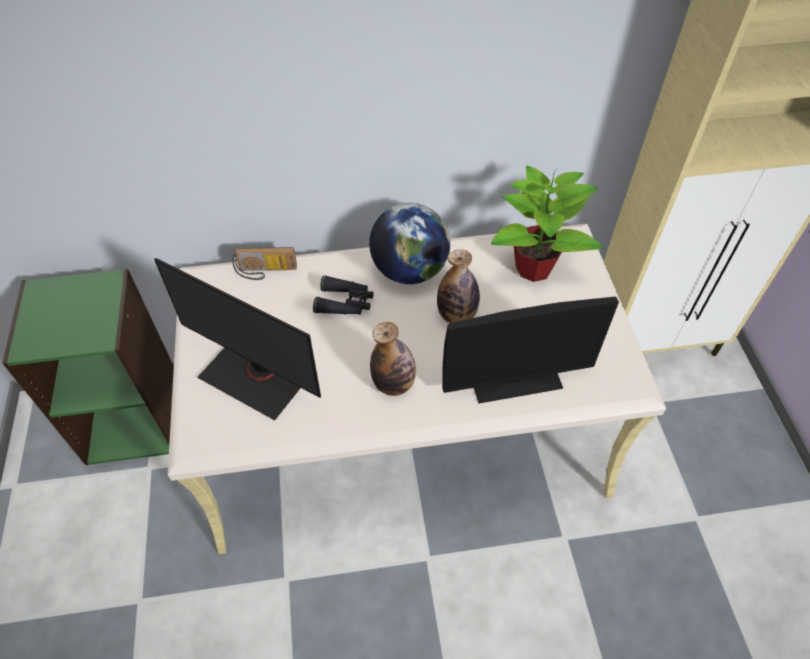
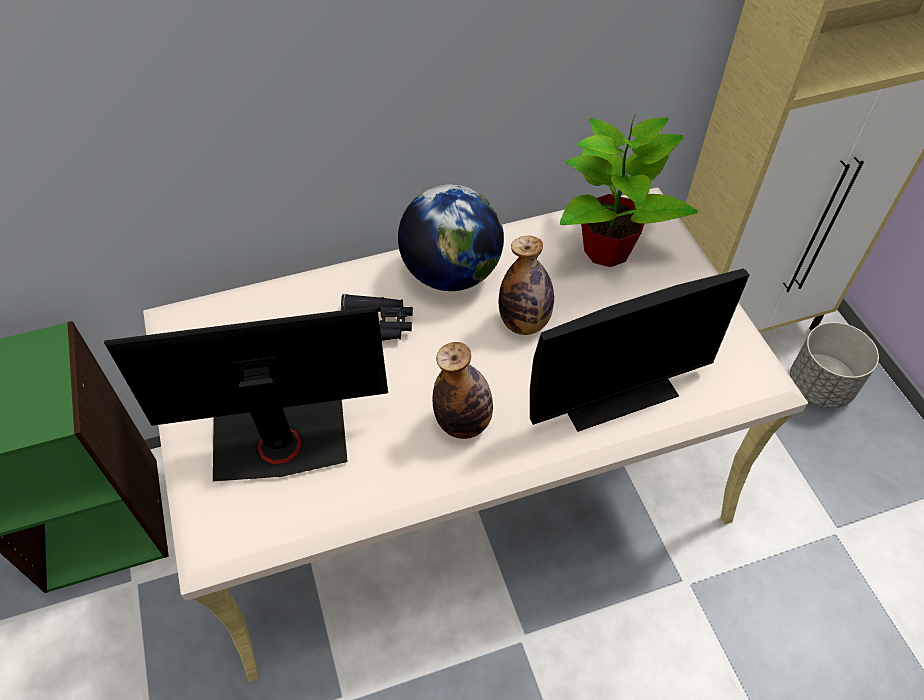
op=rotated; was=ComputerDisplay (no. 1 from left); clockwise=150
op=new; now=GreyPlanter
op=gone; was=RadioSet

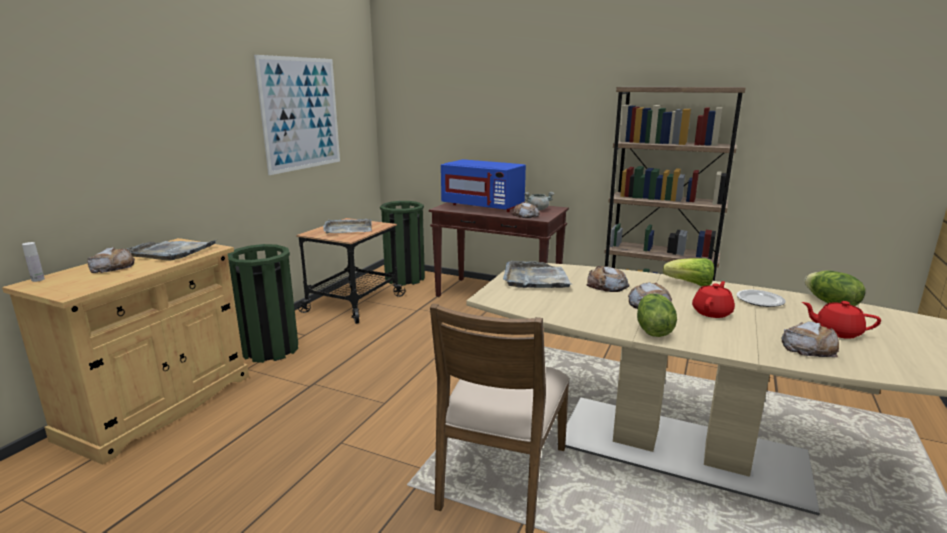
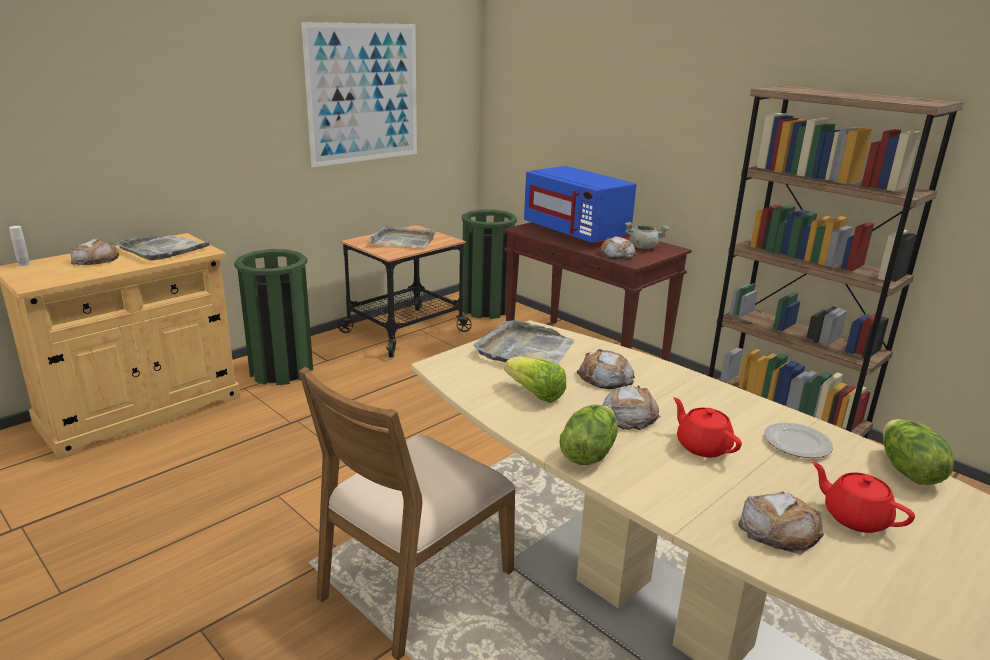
op=shifted; was=LettuceHead (no. 2 from left in the first image); now=LettuceHead (no. 1 from left)
op=rotated; was=RedColouredPotForTea (no. 1 from left); clockwise=-90

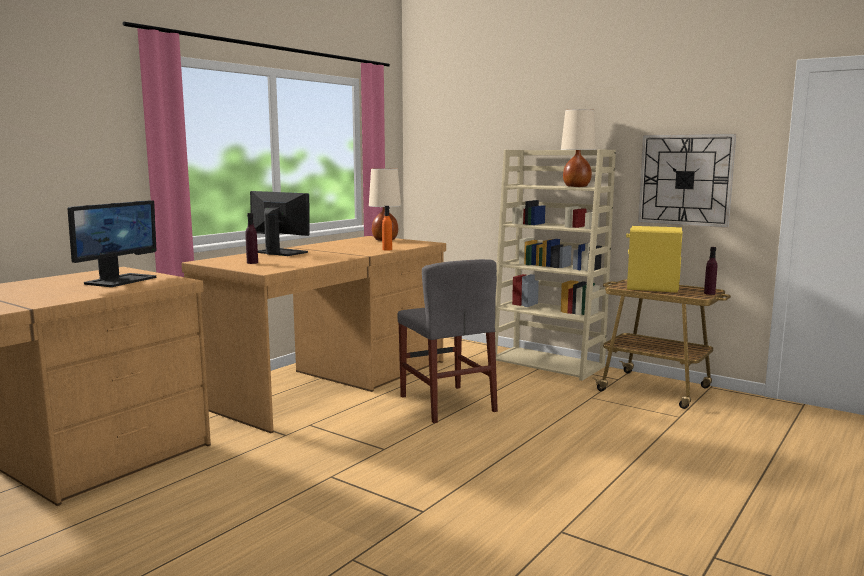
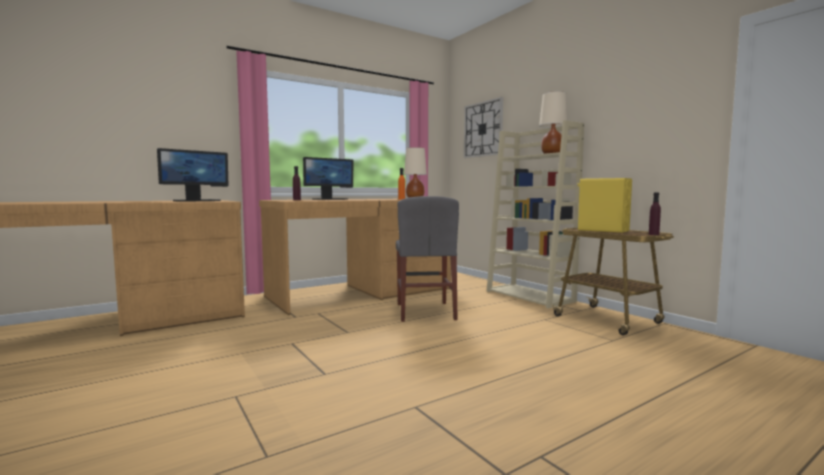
op=rotated; was=ComputerDisplay (no. 2 from left); clockwise=90
op=shifted; was=WallClock

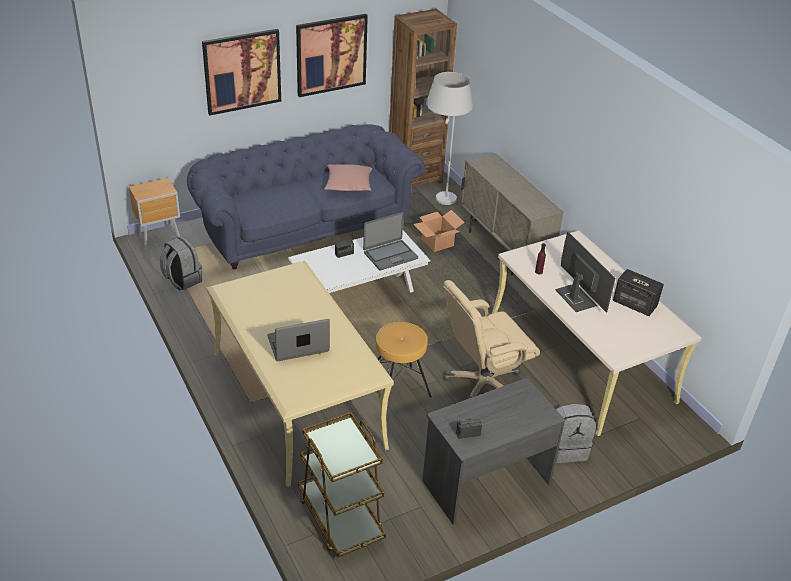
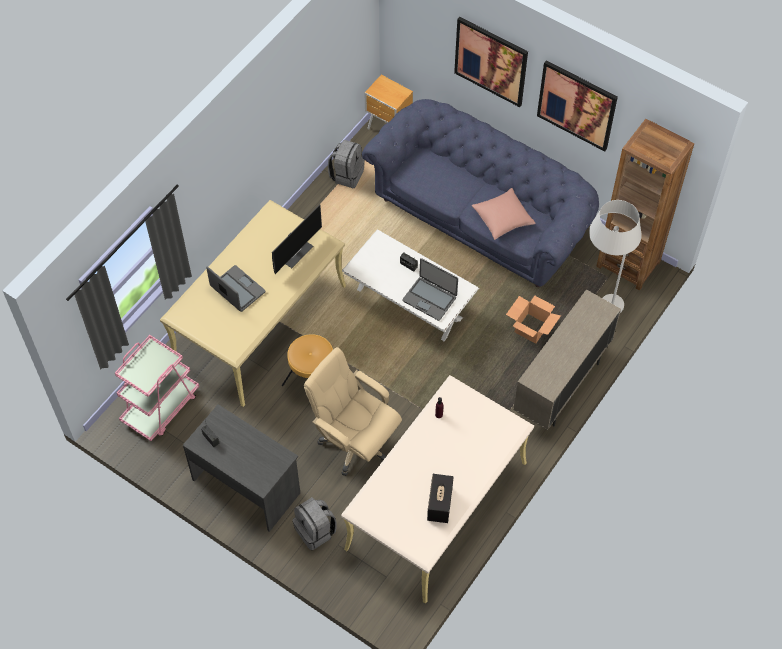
op=repainted; was=BrownWheeledCart; now=PinkColouredWheeledCart
op=shifted; was=ComputerDisplay

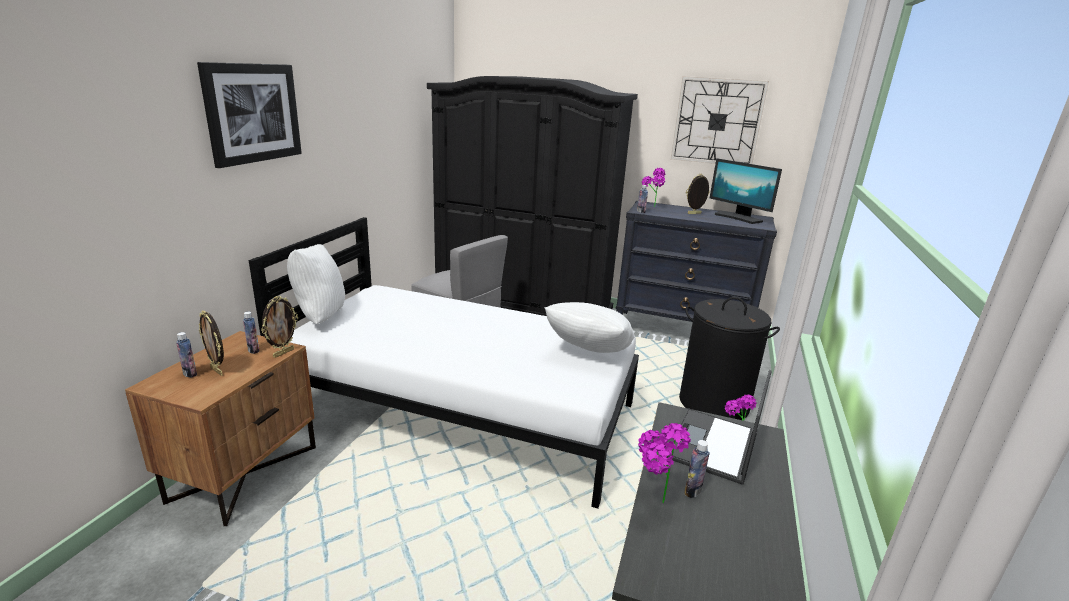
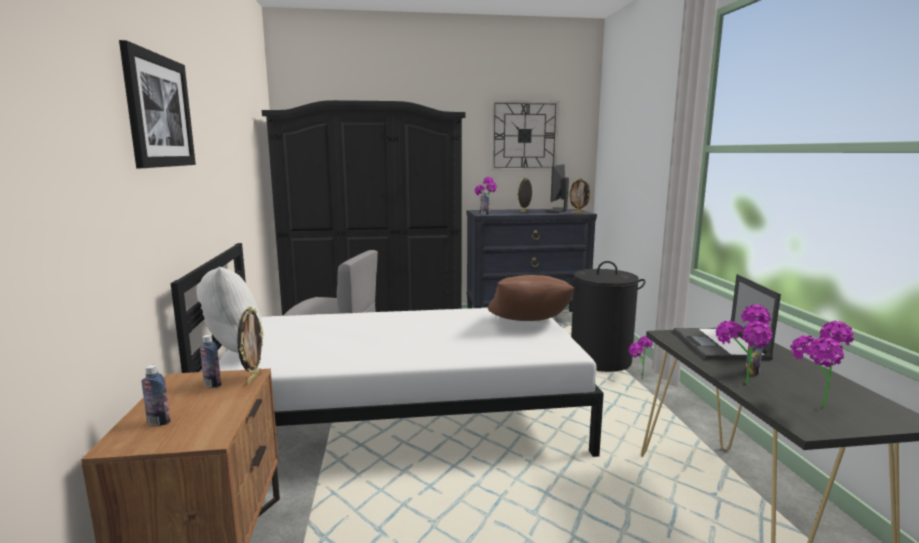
op=repainted; was=WhiteThrowPillow (no. 2 from left); now=BrownThrowPillow
op=rotated; was=ComputerDisplay; clockwise=90
op=shifted; was=PhotoFrame (no. 1 from left in the first image); now=PhotoFrame (no. 3 from left)
op=new; now=PottedPlant (no. 4 from left)

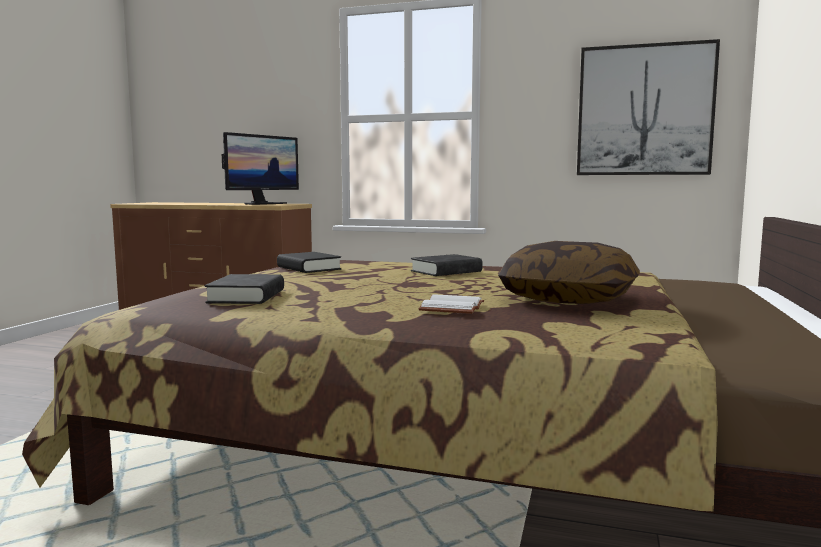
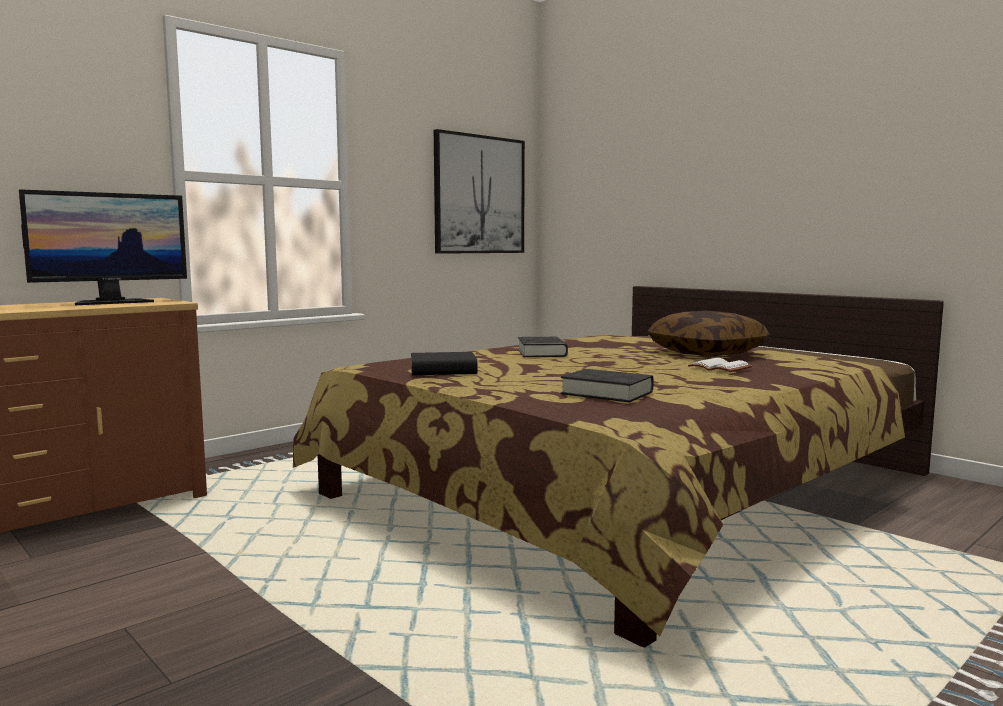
op=rotated; was=ComputerDisplay; clockwise=75

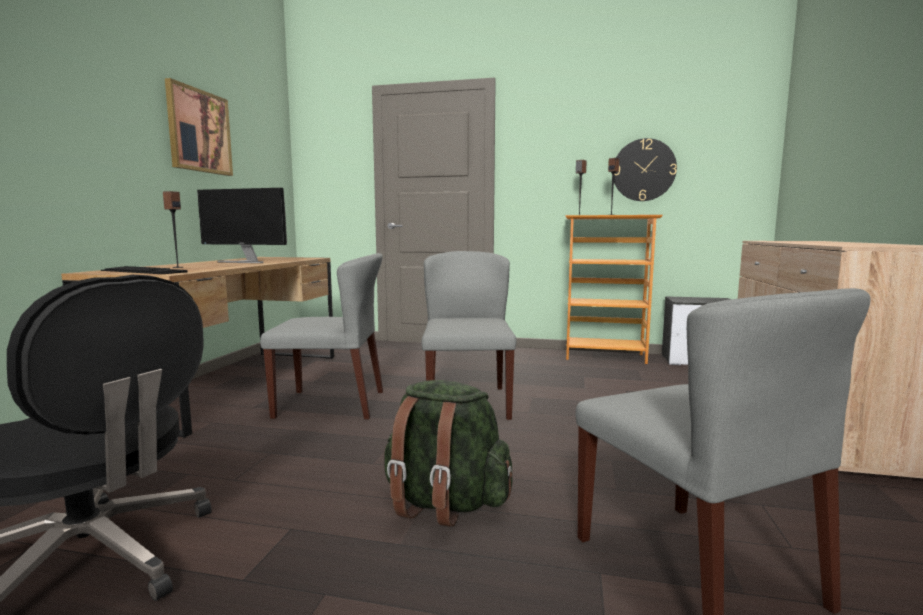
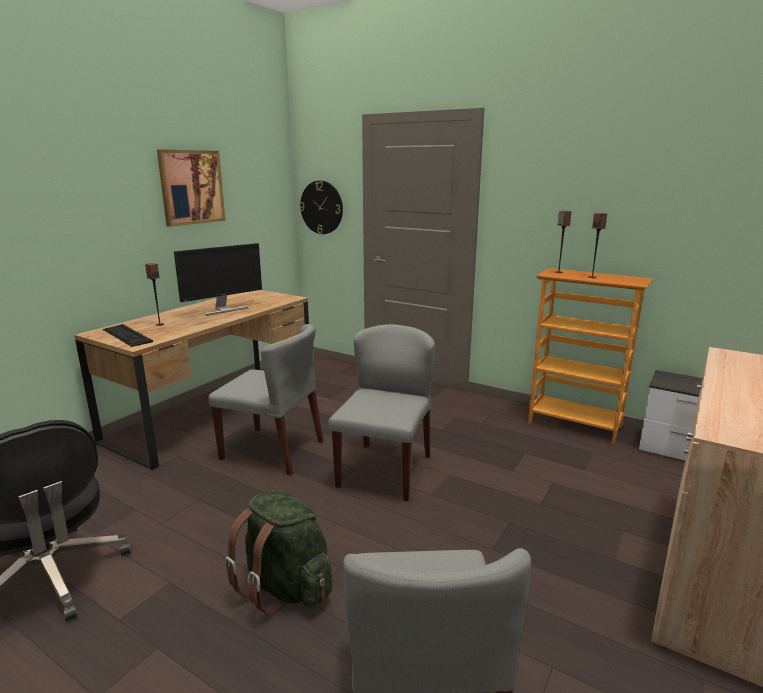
op=rotated; was=ComputerDisplay; clockwise=-75
op=shifted; was=WallClock

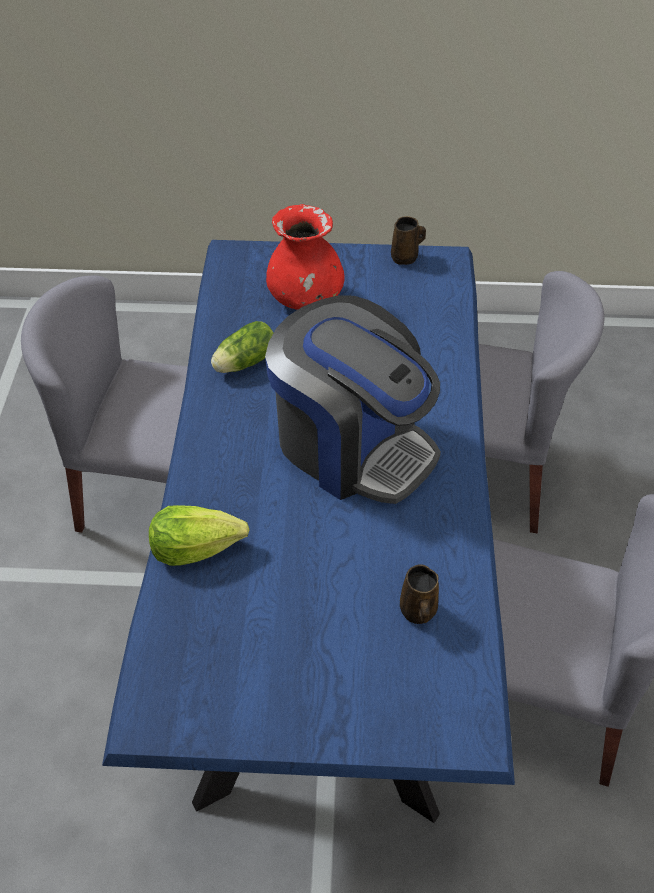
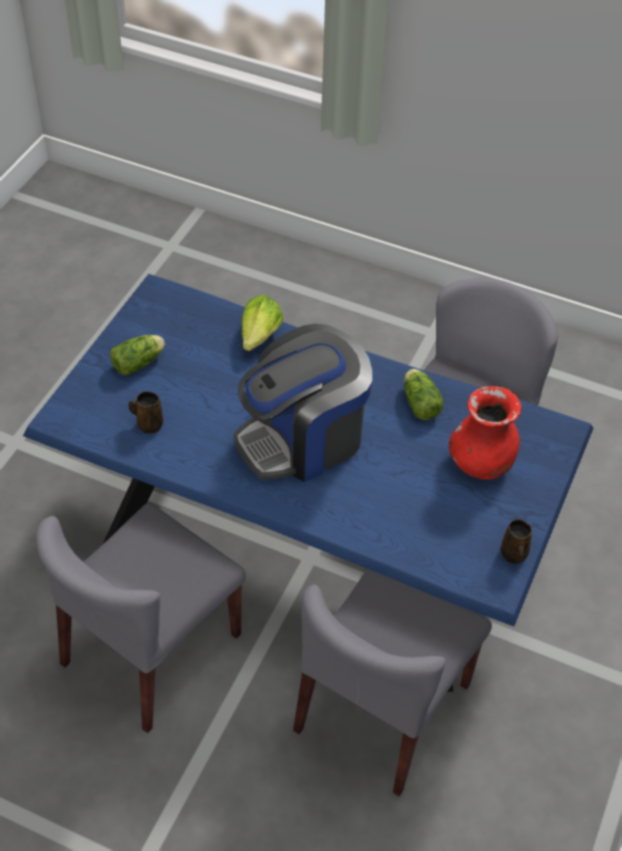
op=new; now=LettuceHead (no. 1 from left)

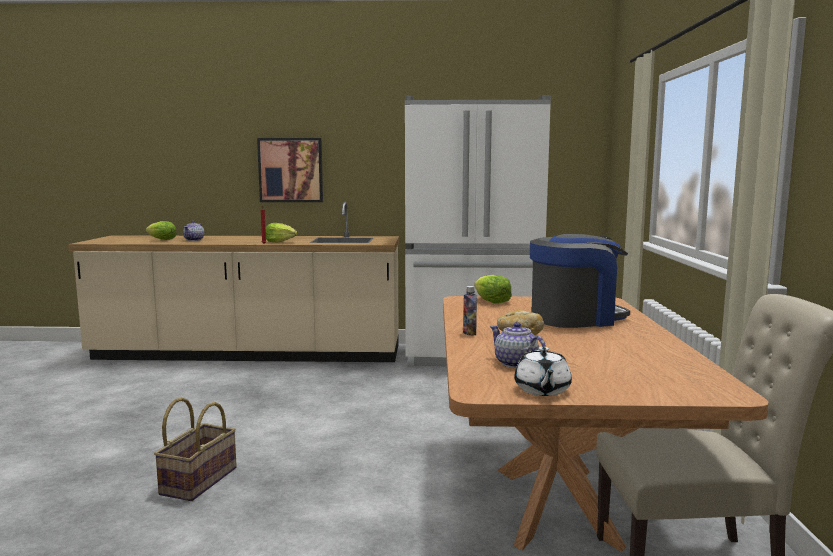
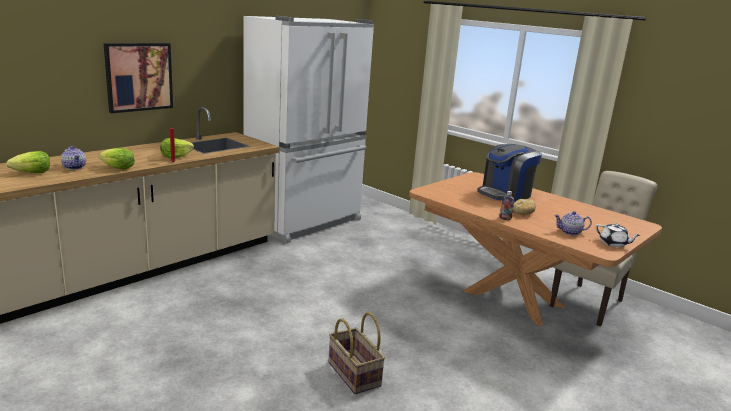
op=shifted; was=LettuceHead (no. 3 from left in the first image); now=LettuceHead (no. 2 from left)
op=rotated; was=CoffeeMachine; clockwise=-150

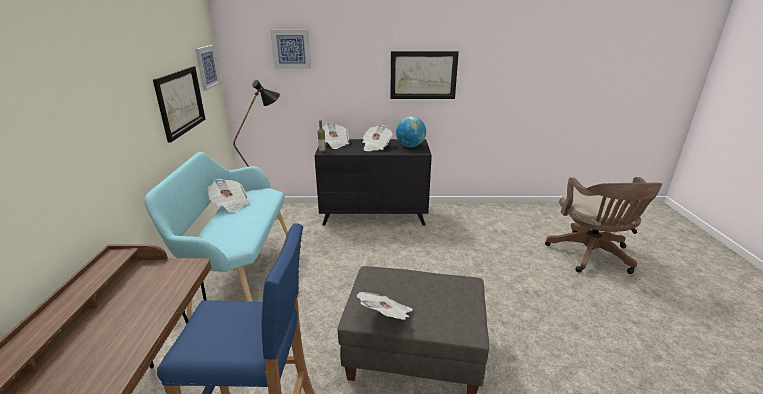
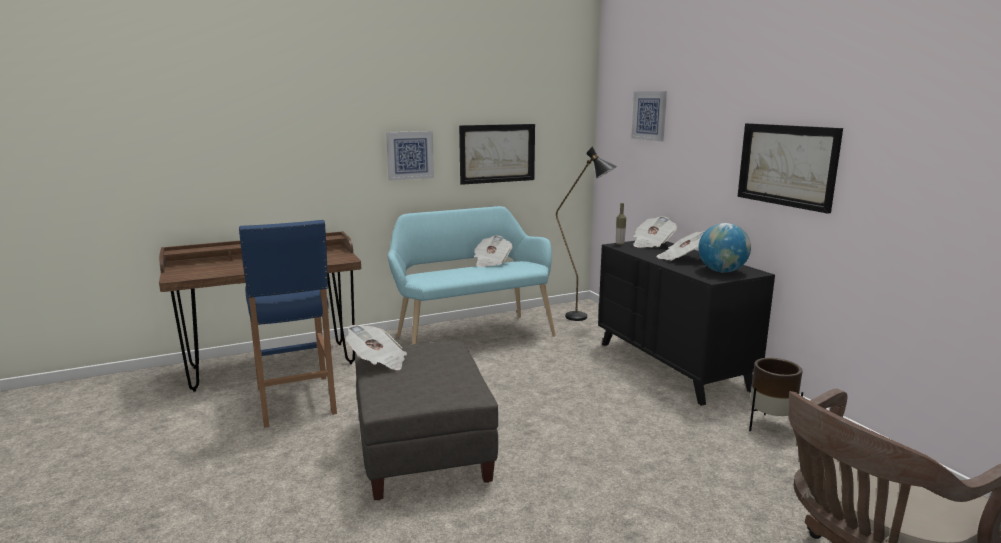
op=shifted; was=WallPicture (no. 2 from left in the first image); now=WallPicture (no. 1 from left)
op=new; now=BrownPlanter

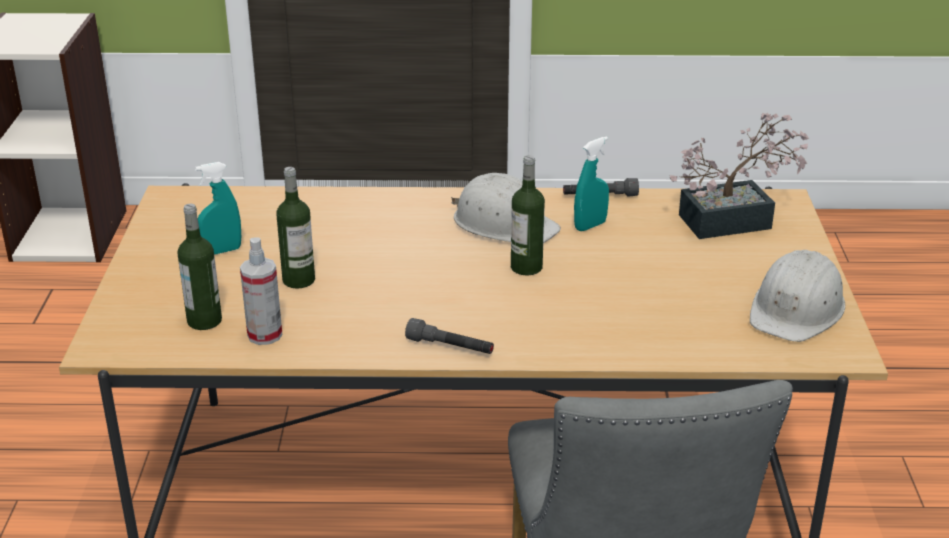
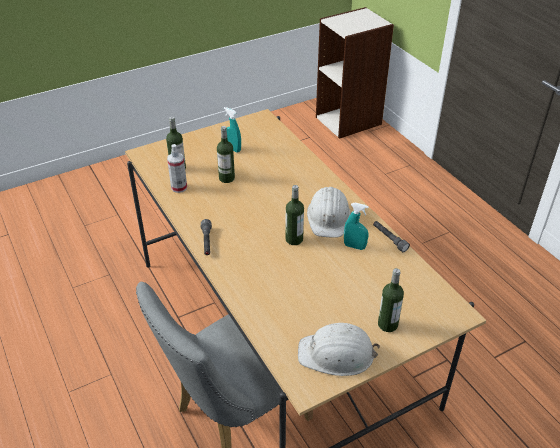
op=new; now=DrinkBottle (no. 4 from left)
op=gone; was=PottedPlant

